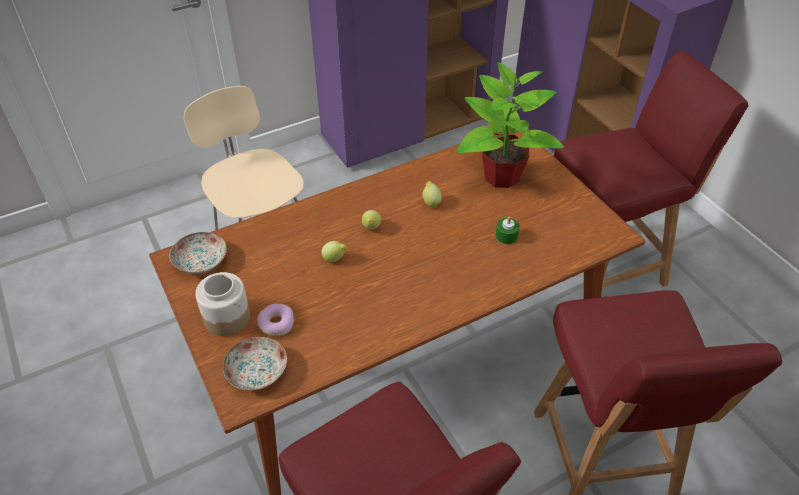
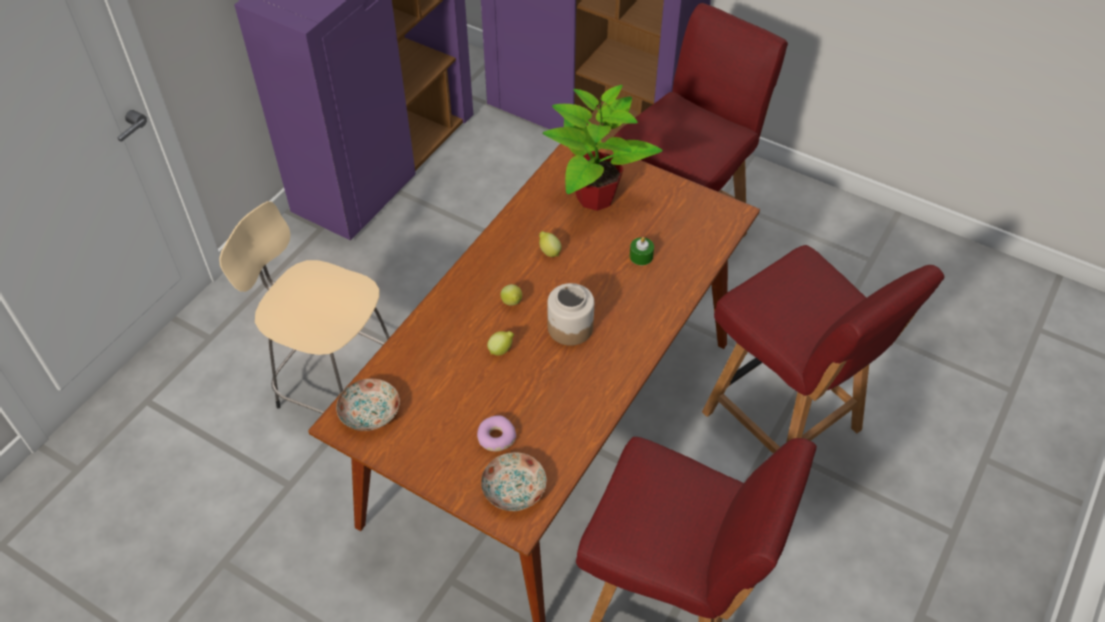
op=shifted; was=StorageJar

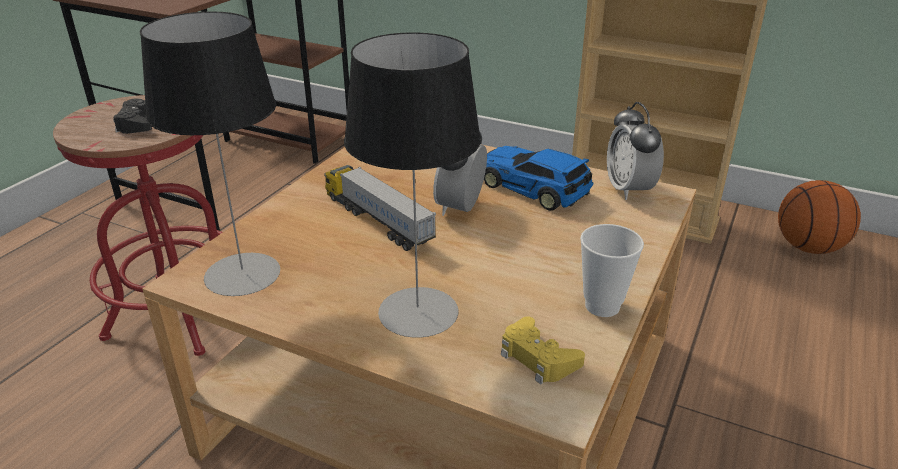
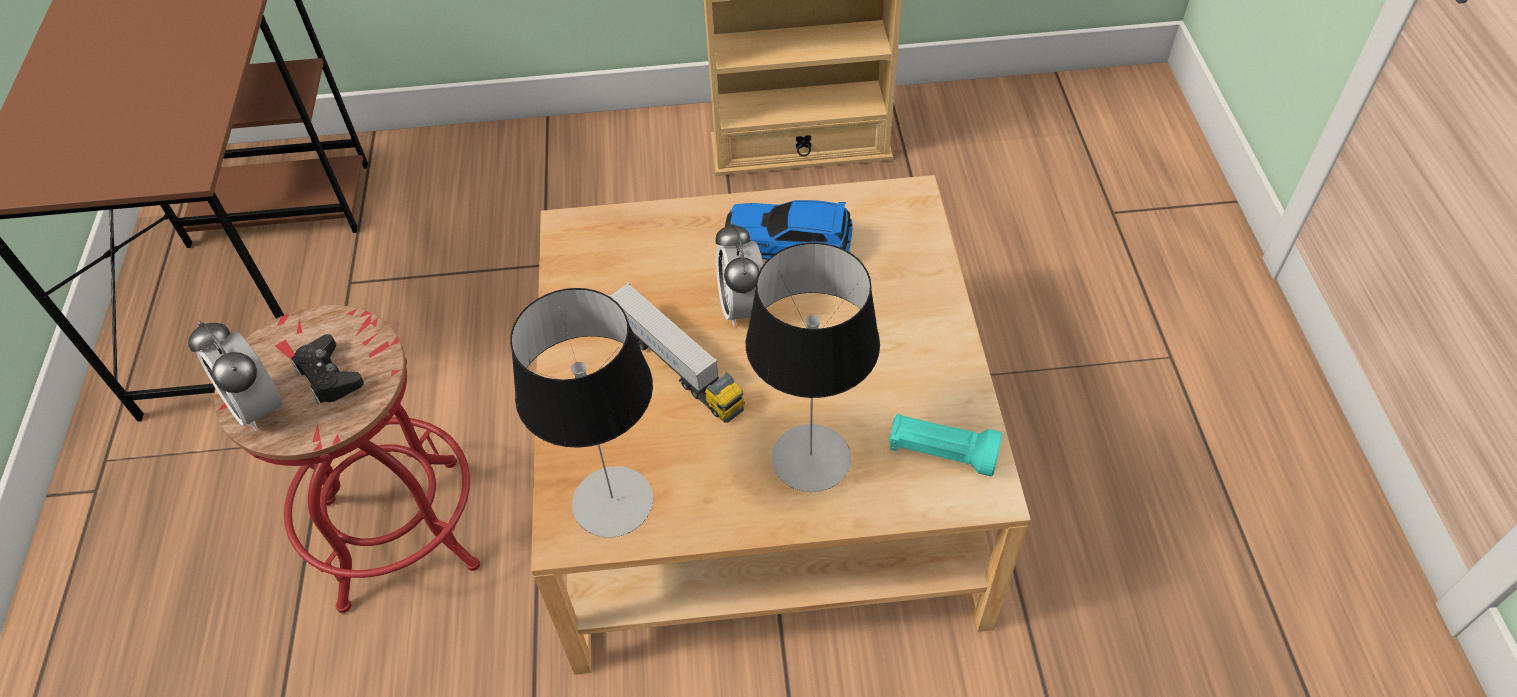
op=shifted; was=AlarmClock (no. 2 from left in the first image); now=AlarmClock (no. 1 from left)
op=rotated; was=ToyLorry; clockwise=-150
op=swapped; was=YellowGamepad; now=BlueGreenTorch
op=gone; was=SmallCup
op=gone; was=BasketballBall

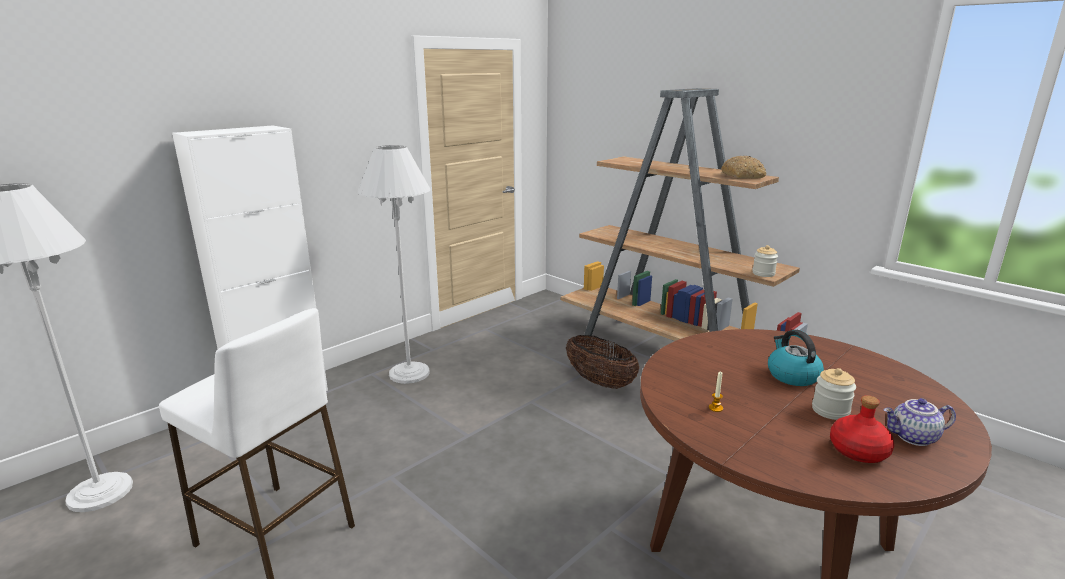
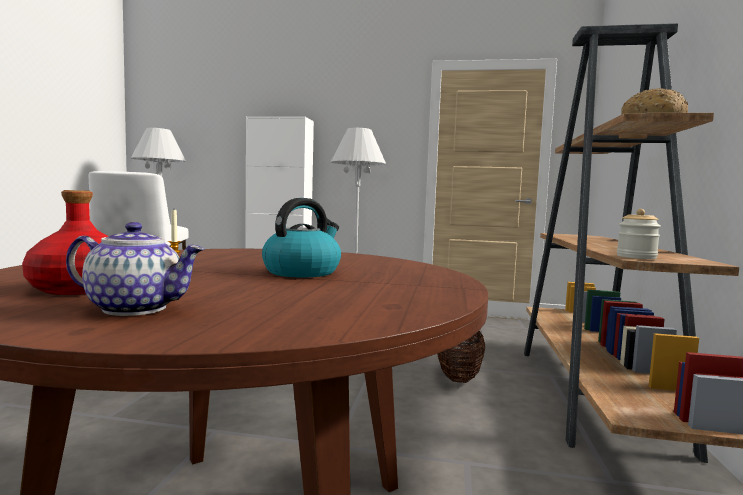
op=rotated; was=PotForTea; clockwise=135
op=gone; was=StorageJar (no. 2 from left)

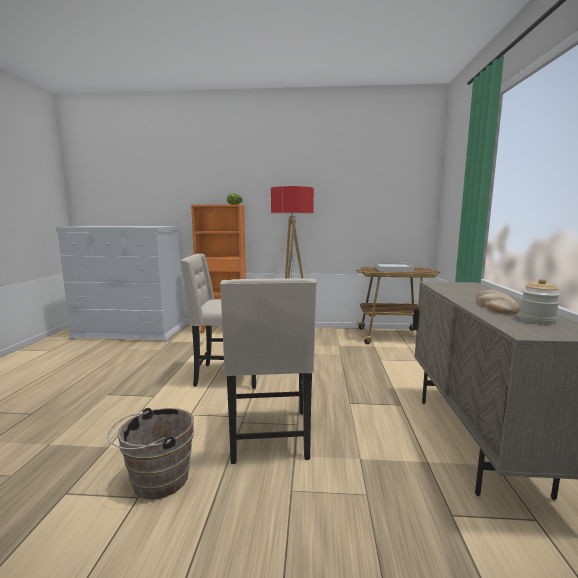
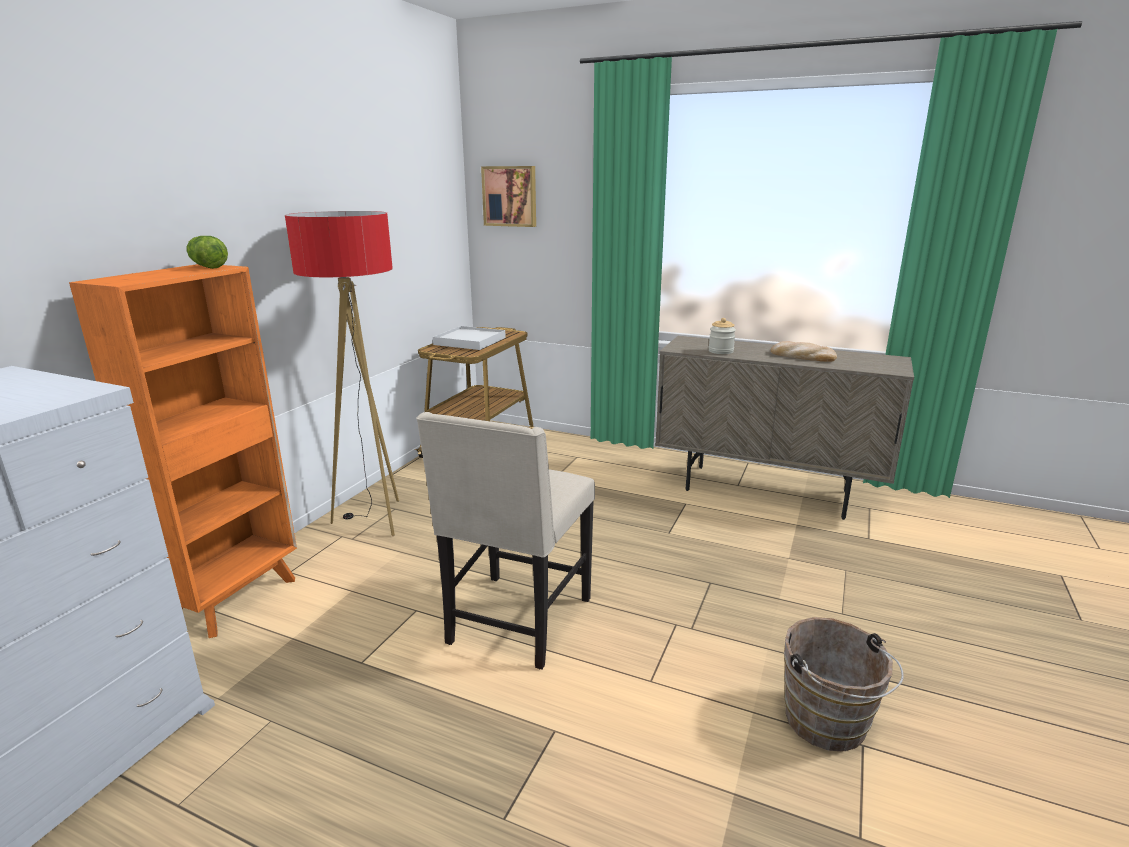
op=new; now=WallPicture
op=shifted; was=StorageJar
op=gone; was=BeigeColouredChair (no. 2 from left)

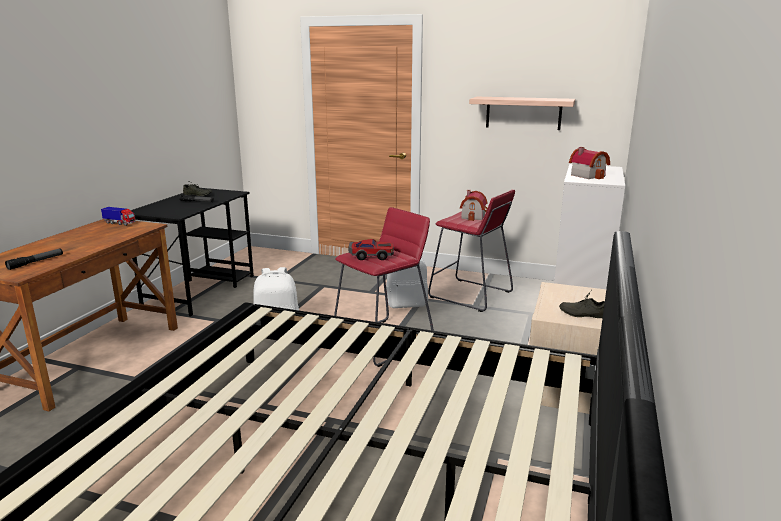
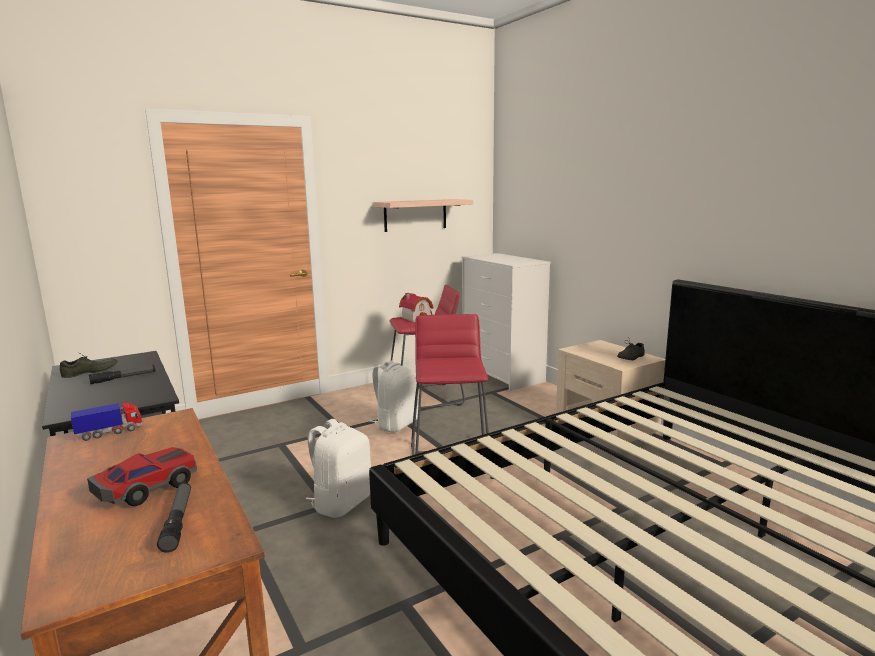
op=shifted; was=MiniatureCar
op=gone; was=ToyHouse (no. 2 from left)

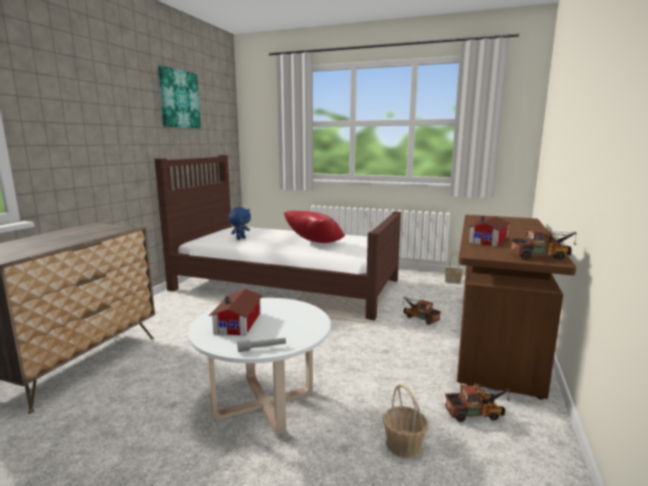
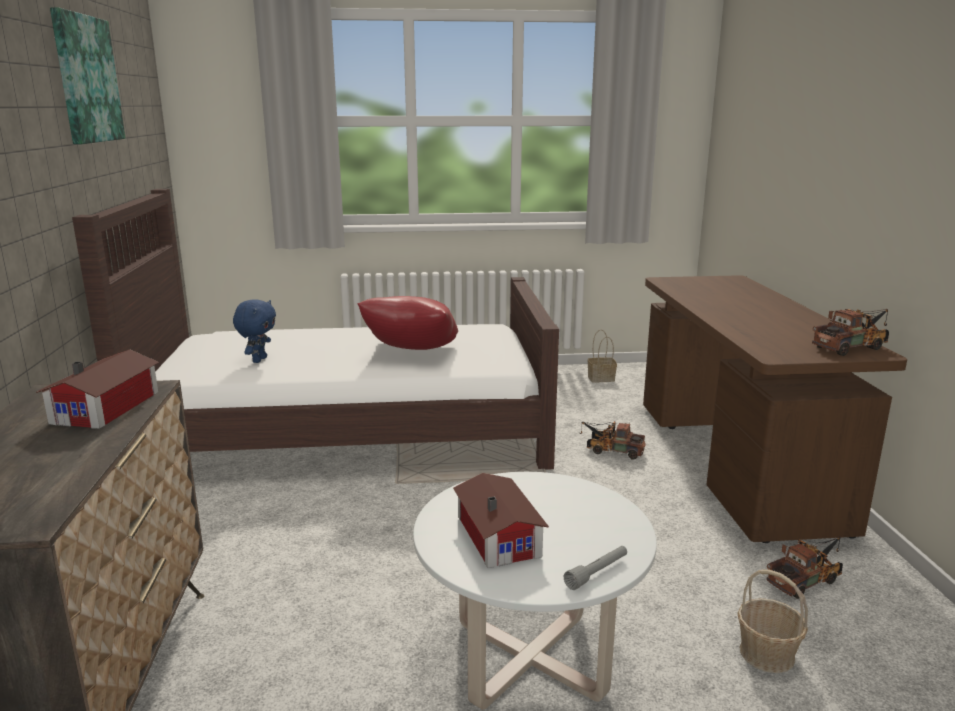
op=shifted; was=ToyHouse (no. 2 from left in the first image); now=ToyHouse (no. 1 from left)

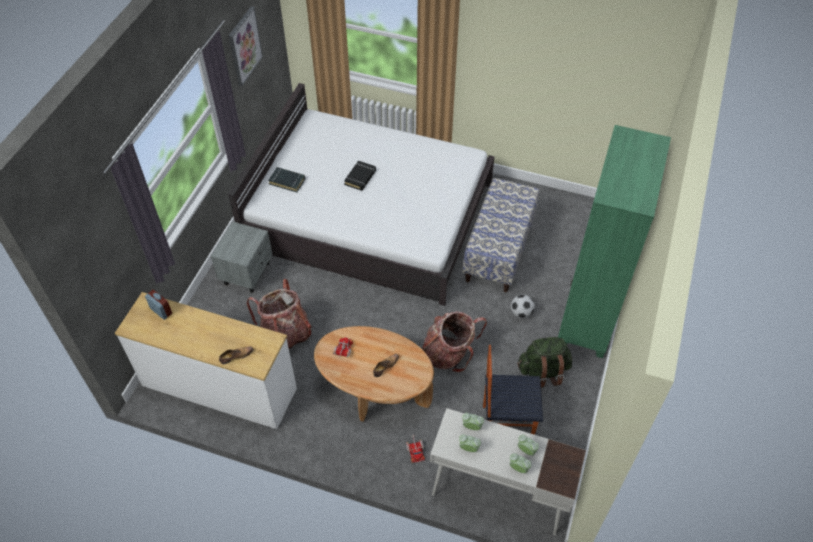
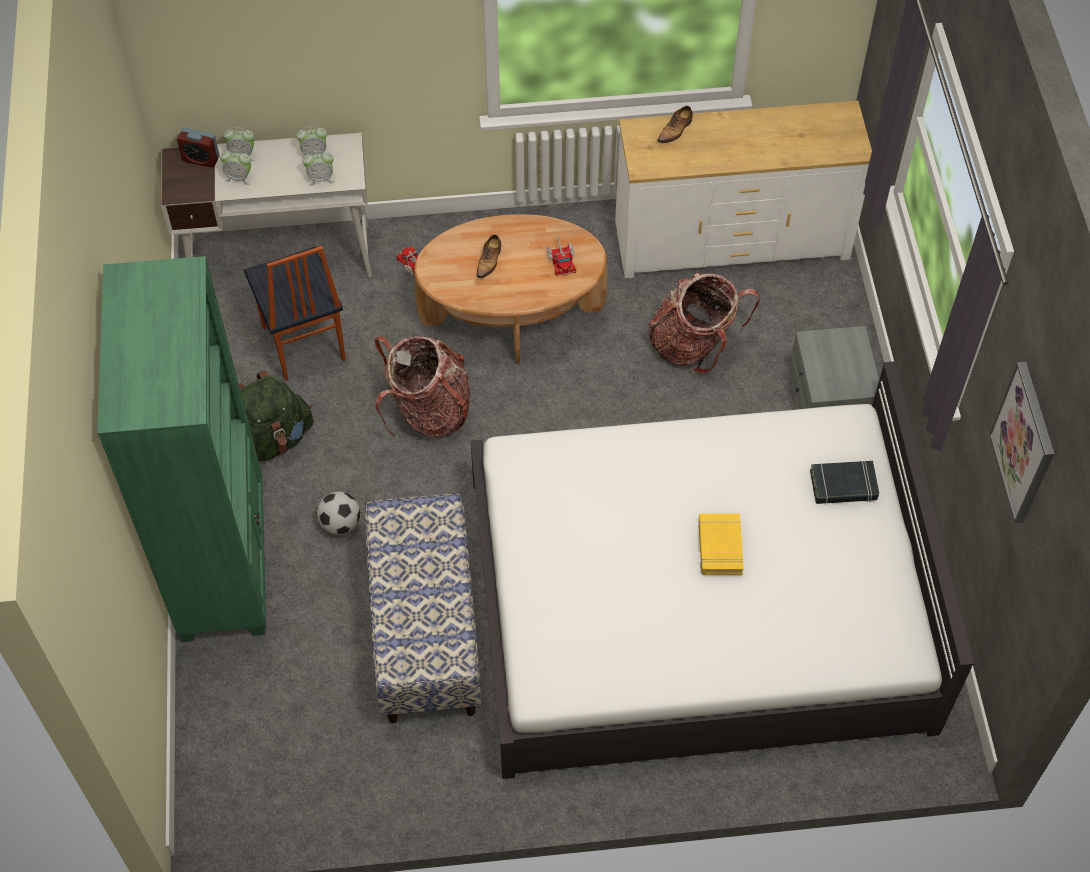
op=shifted; was=AlarmClock (no. 1 from left)
op=rotated; was=Chair; clockwise=90
op=repainted; was=BlackBook (no. 2 from left); now=YellowBook

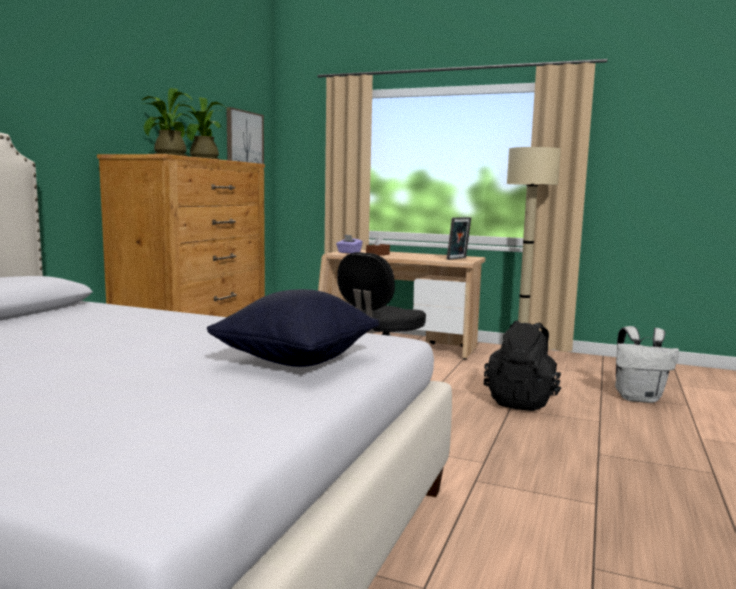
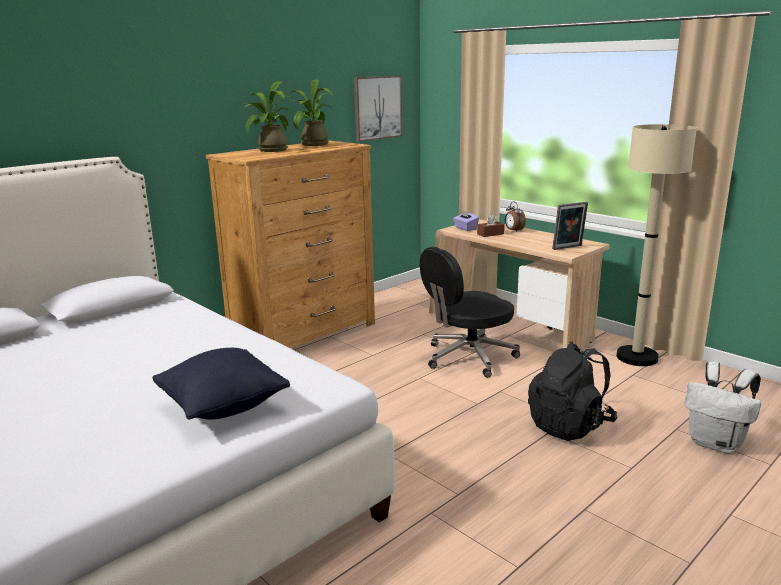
op=new; now=AlarmClock

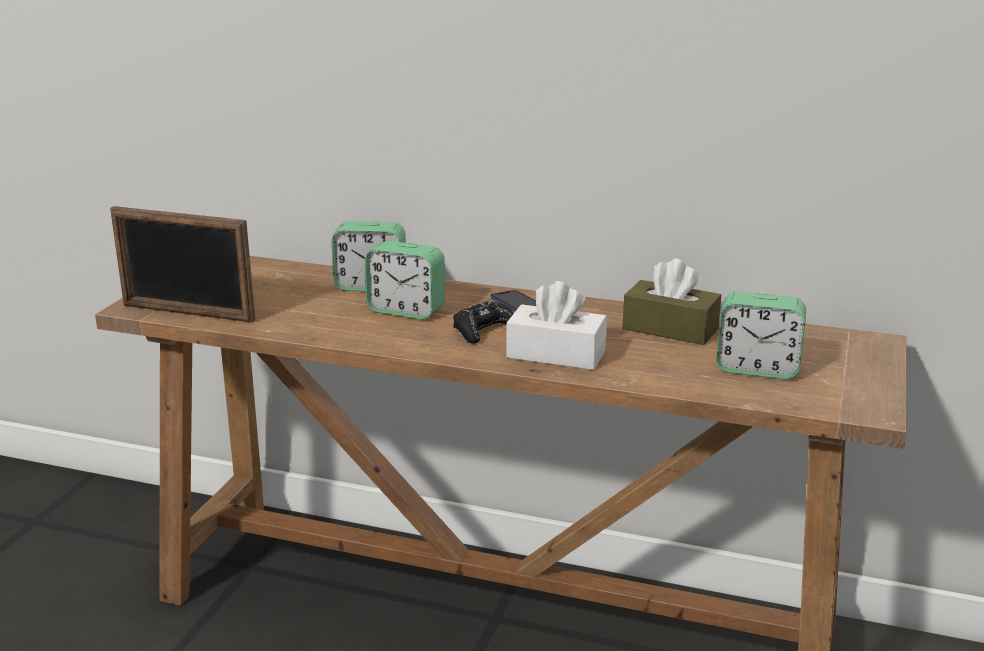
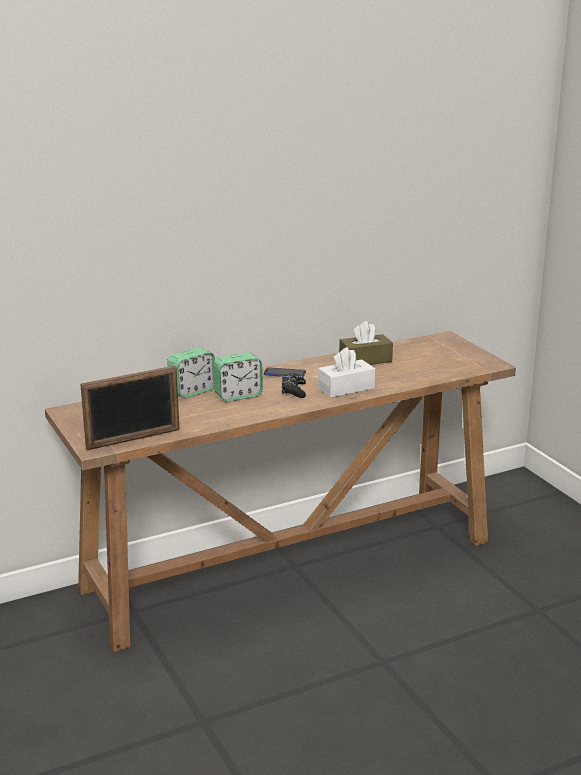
op=gone; was=AlarmClock (no. 3 from left)

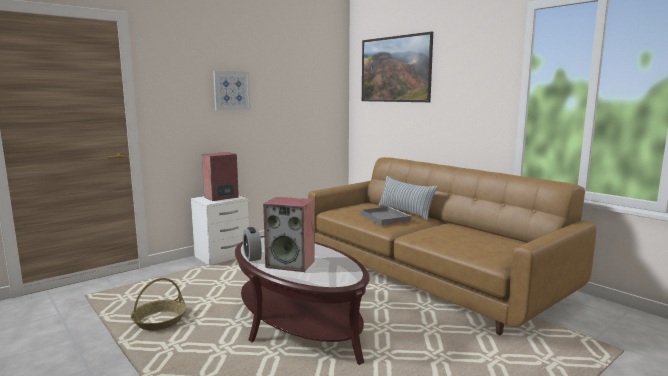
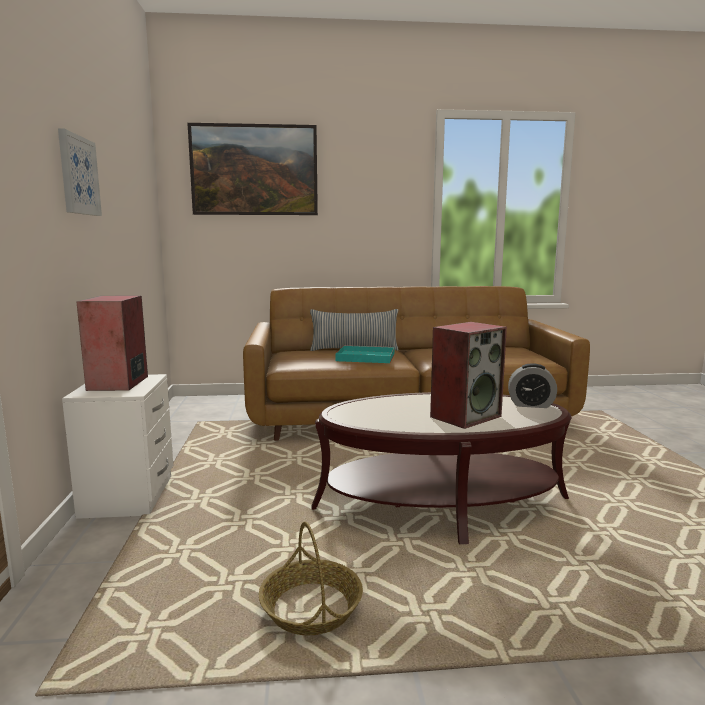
op=repainted; was=GreyServingTray; now=BlueGreenServingTray
op=shifted; was=AlarmClock

